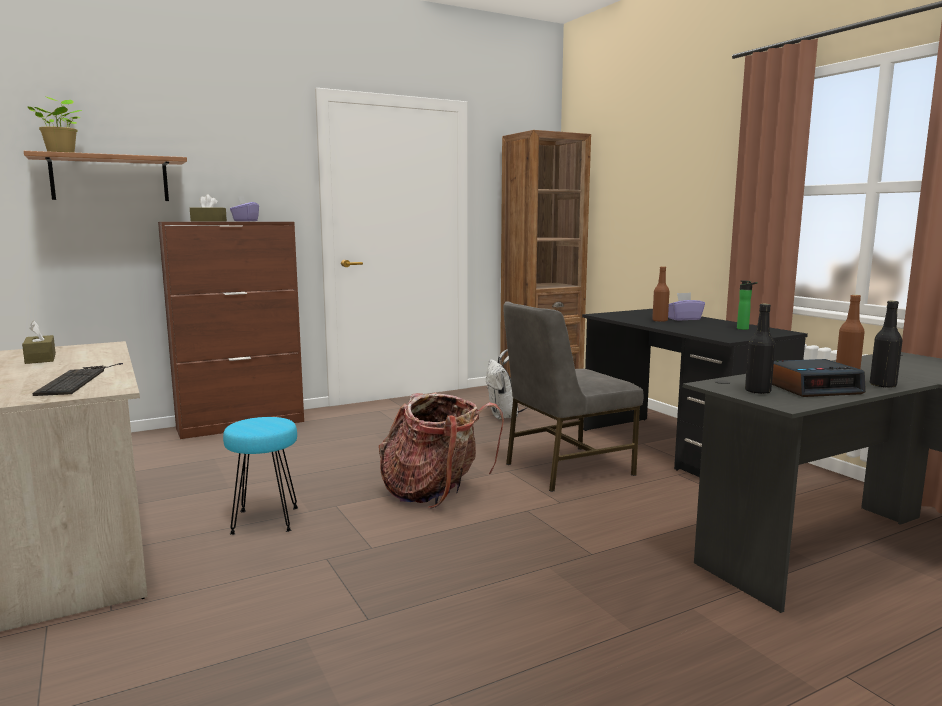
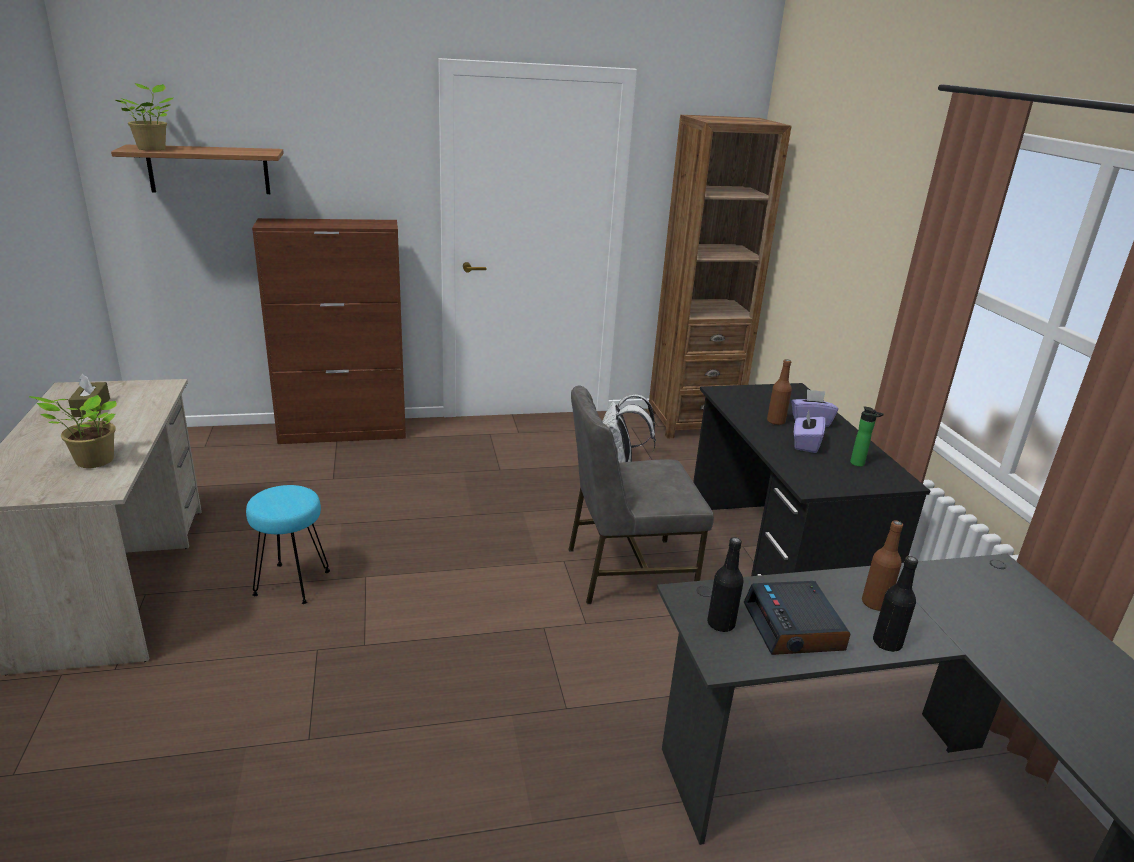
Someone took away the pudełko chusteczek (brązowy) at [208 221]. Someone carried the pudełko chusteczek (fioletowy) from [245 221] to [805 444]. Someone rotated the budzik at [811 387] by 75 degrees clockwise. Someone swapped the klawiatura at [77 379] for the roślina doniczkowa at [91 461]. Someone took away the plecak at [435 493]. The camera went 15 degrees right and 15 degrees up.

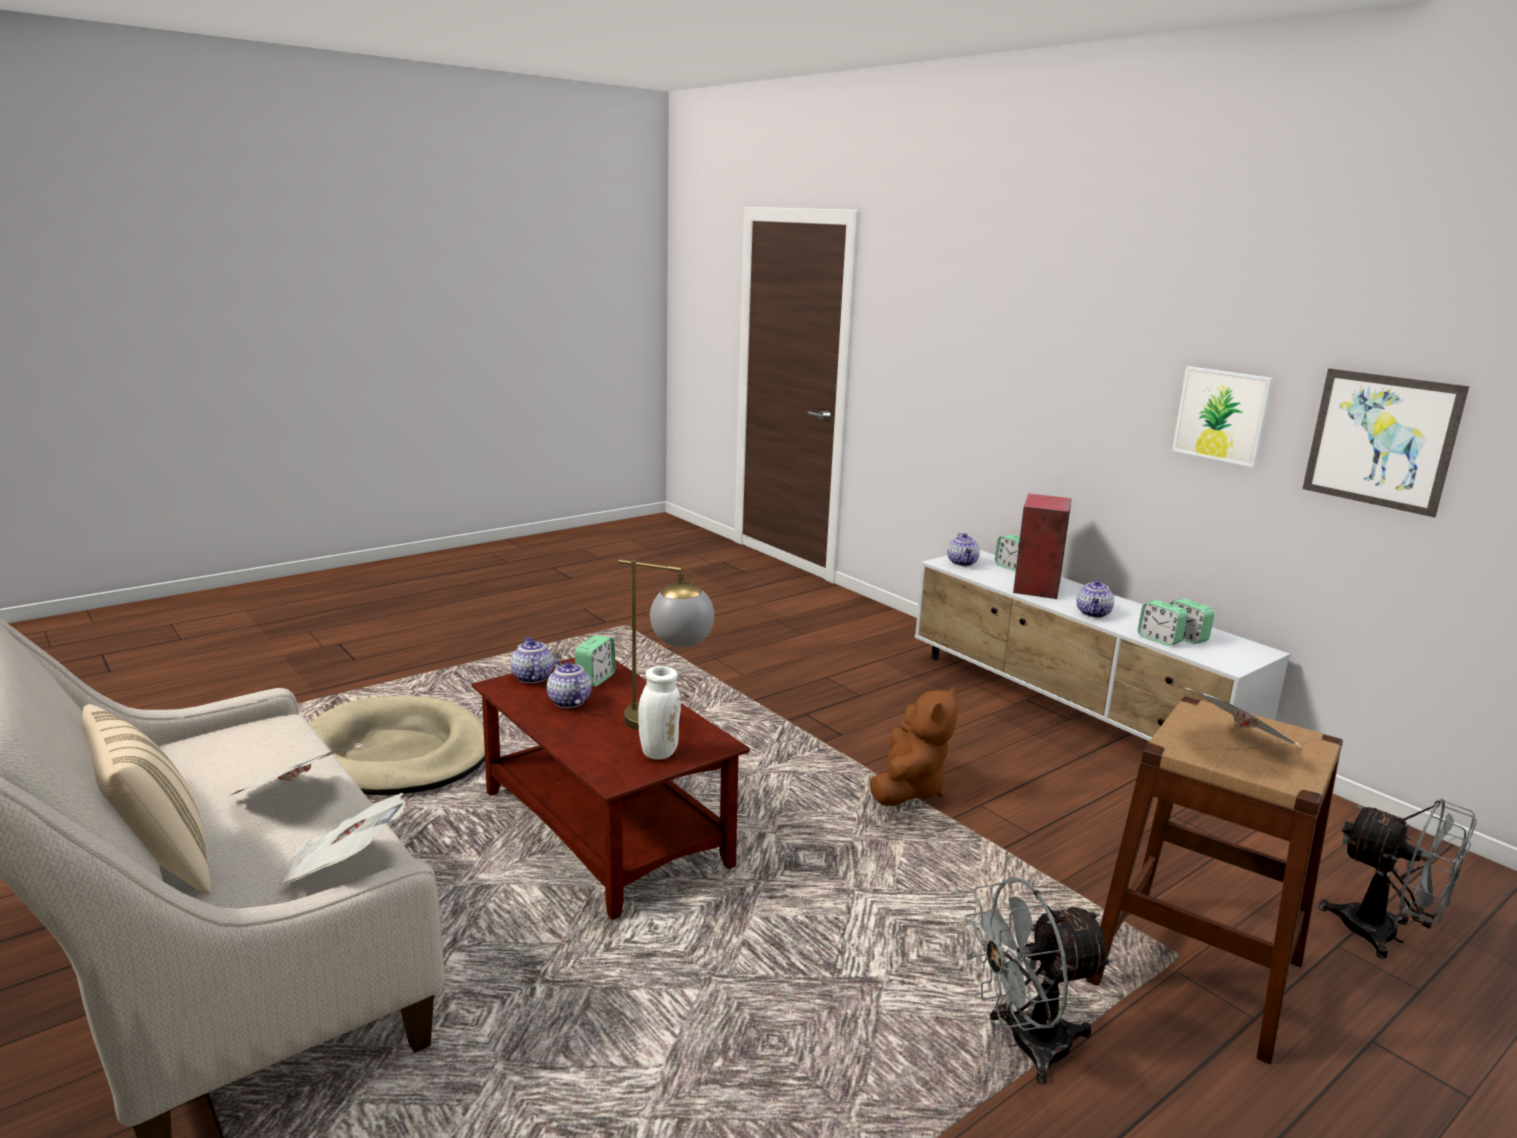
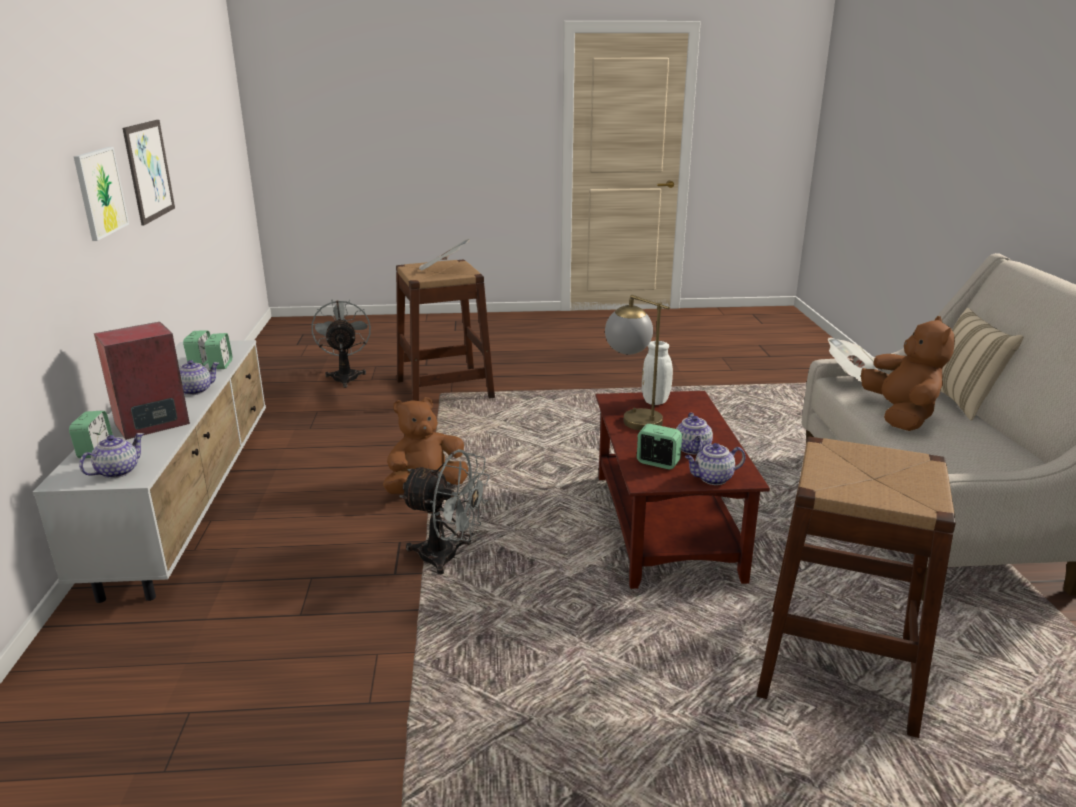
Someone rotated the budzik at [595 679] by 60 degrees clockwise. Someone rotated the imbryk at [532 677] by 60 degrees clockwise. Someone swapped the legowisko (beżowy) at [396 754] for the stołek (brązowy) at [837 666]. Someone swapped the gazeta at [291 798] for the pluszak (brązowy) at [900 416]. Someone carried the wentylator (szary) from [1025 1045] to [448 557]. The camera went 145 degrees left and 5 degrees up.

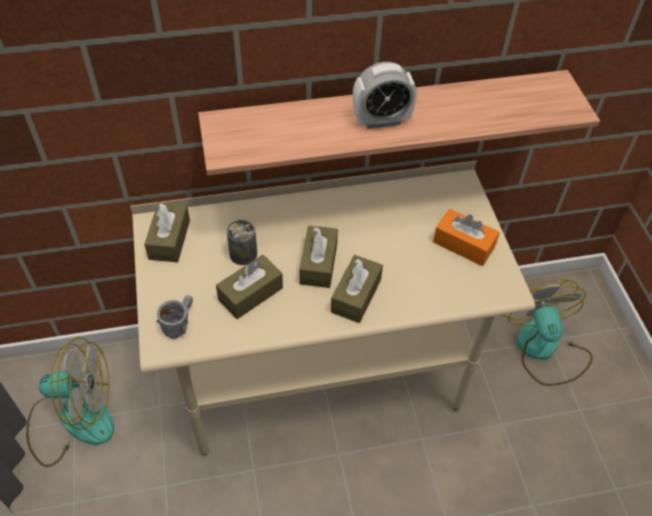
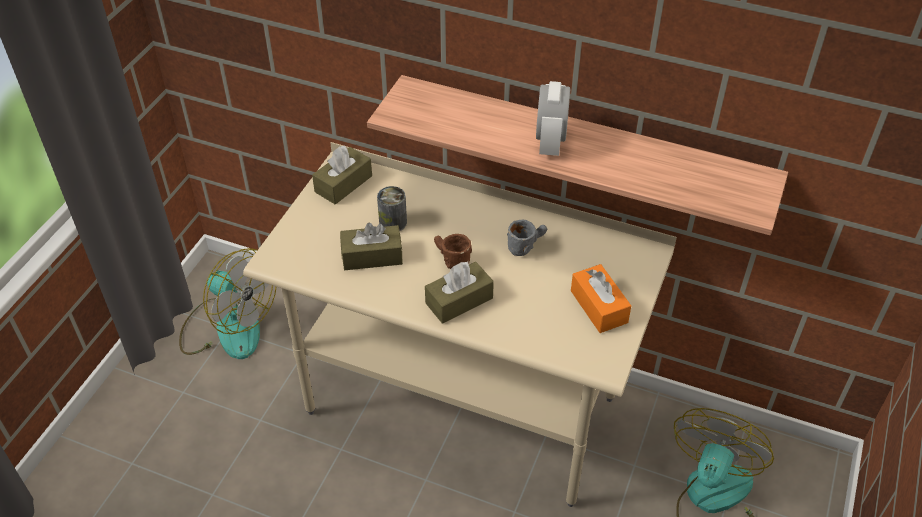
Someone rotated the budzik at [381 121] by 75 degrees clockwise. Someone swapped the pudełko chusteczek (brązowy) at [318 264] for the kubek (brązowy) at [449 260]. Someone carried the kubek (szary) from [178 321] to [526 244]. The camera went 35 degrees right and 5 degrees down.

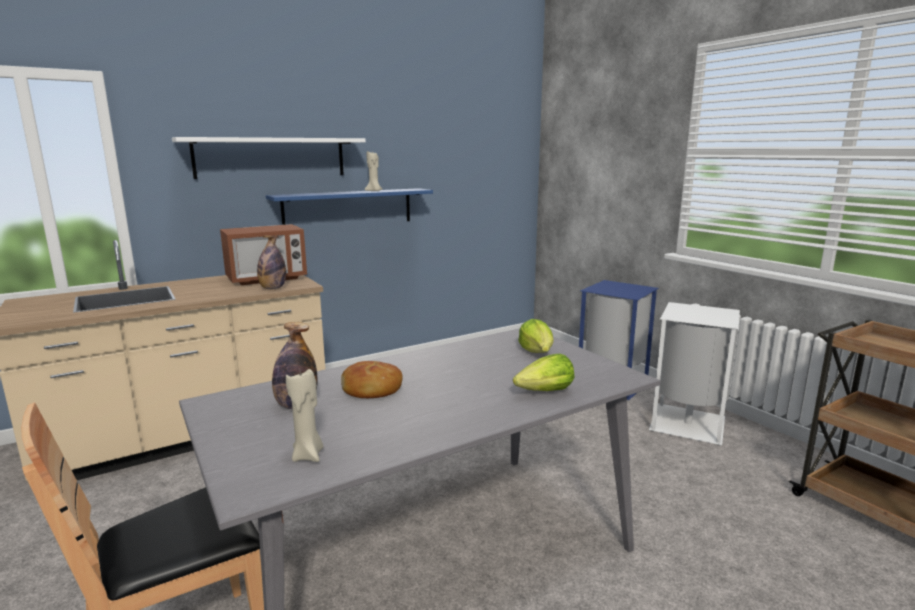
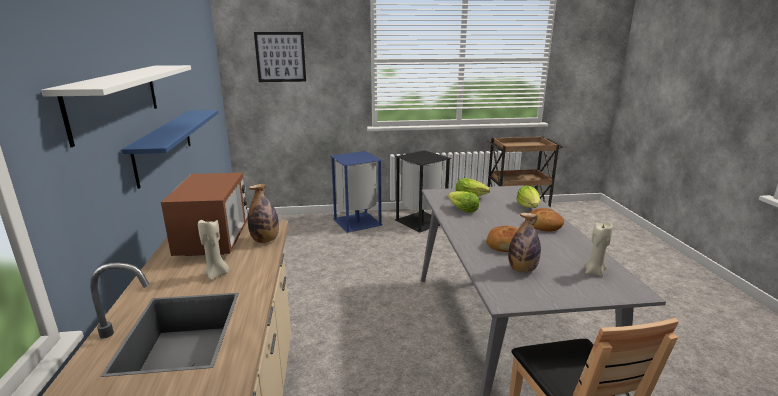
Someone carried the świeca (beżowy) from [374 191] to [217 274]. Someone repainted the kosz na śmieci (biały) at [689 423], which became the kosz na śmieci (czarny) at [421 221]. Someone put up the obraz at [280 57]. Someone put down the sałata at [462 210]. Someone put down the chleb at [543 225]. The camera went 65 degrees left and 5 degrees up.

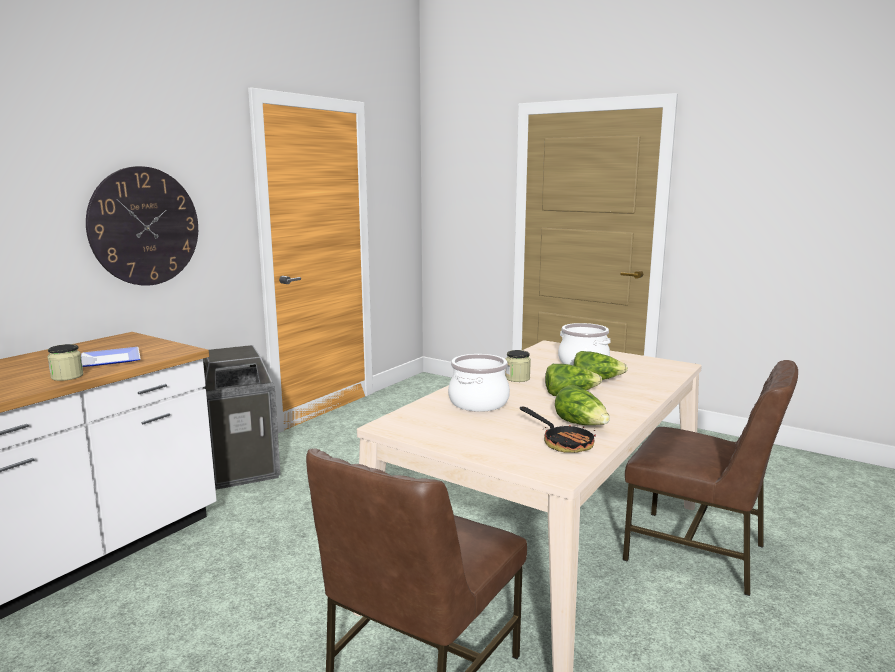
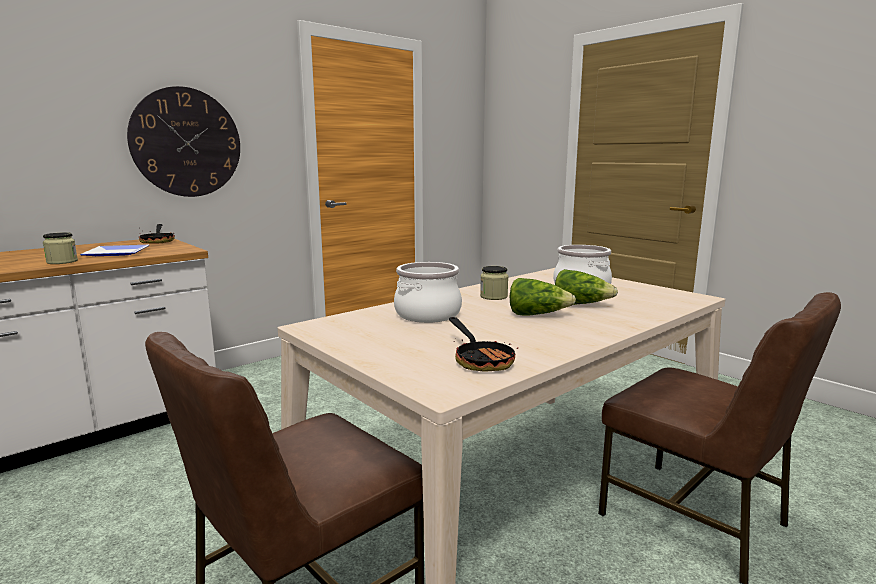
Someone took away the kosz na śmieci at [242 470]. Someone took away the sałata at [581 424]. Someone put down the patelnia at [158 241]. The camera went 15 degrees right and 0 degrees up.

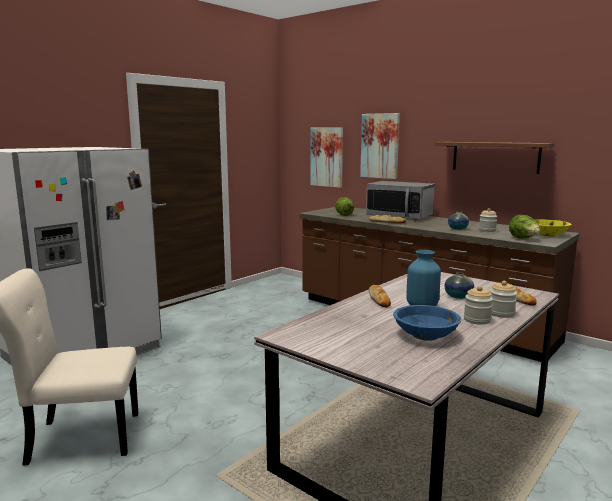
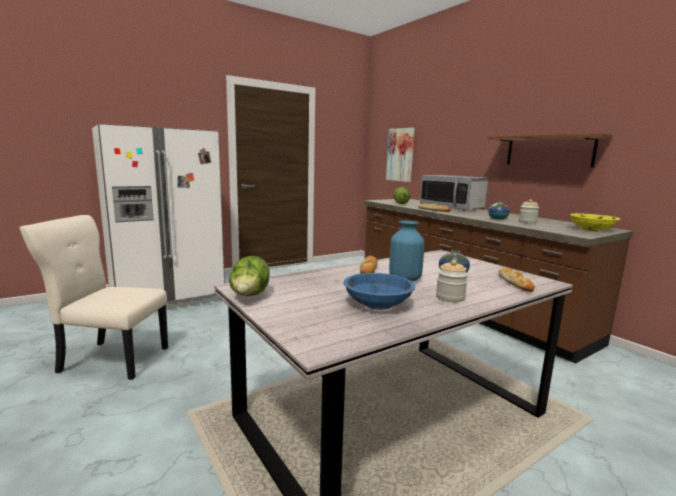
Someone took away the obraz at [380 146]. Someone carried the sałata from [523 239] to [250 297]. Someone took away the słoik at [501 313]. The camera went 15 degrees right and 0 degrees up.

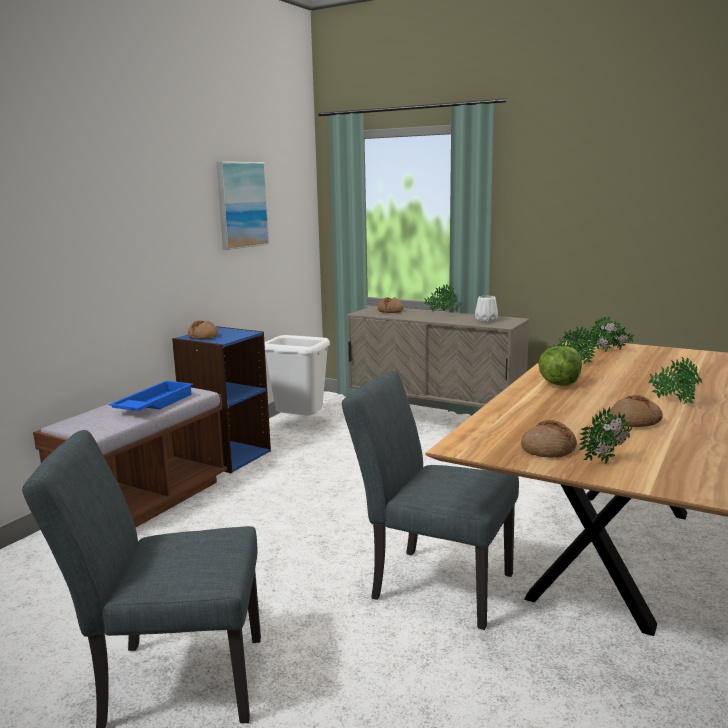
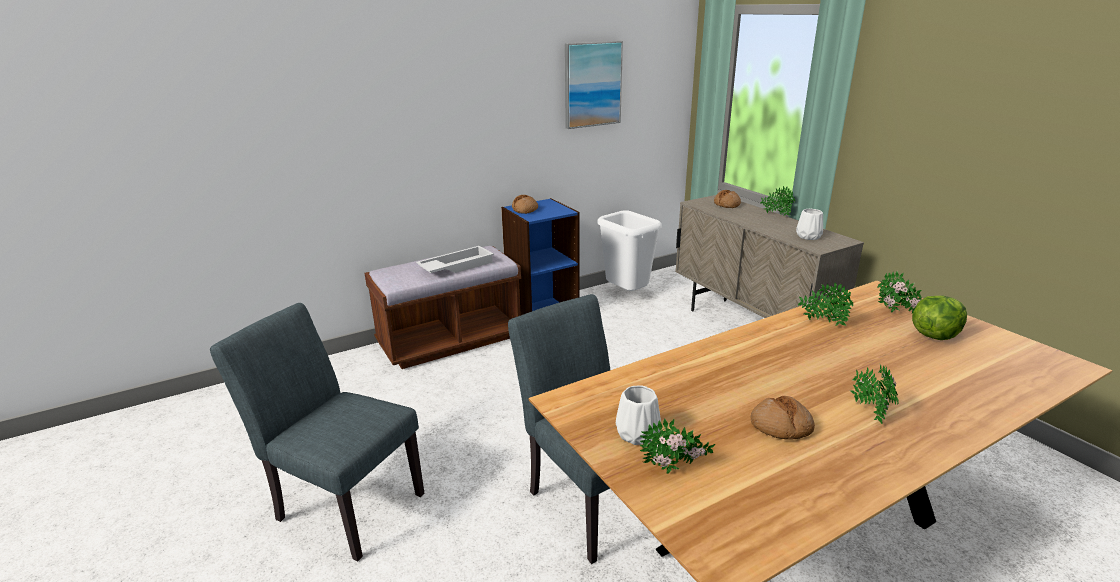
Someone carried the sałata from [559 384] to [934 335]. Someone repainted the taca (niebieski) at [153 404], which became the taca (biały) at [456 266]. Someone swapped the chleb at [548 449] for the wazon (biały) at [638 433]. The camera went 30 degrees right and 10 degrees up.

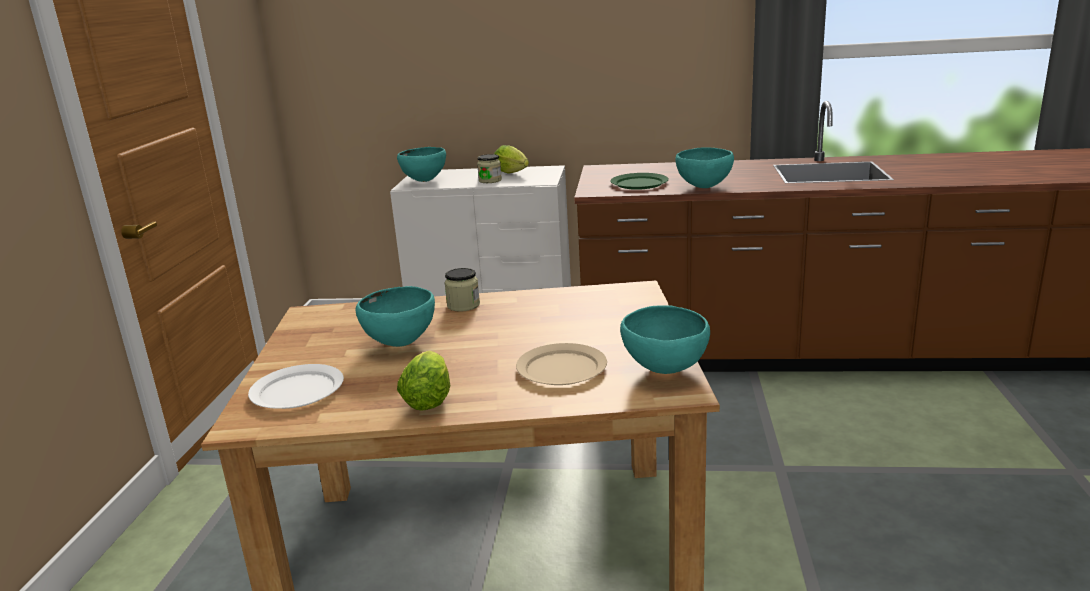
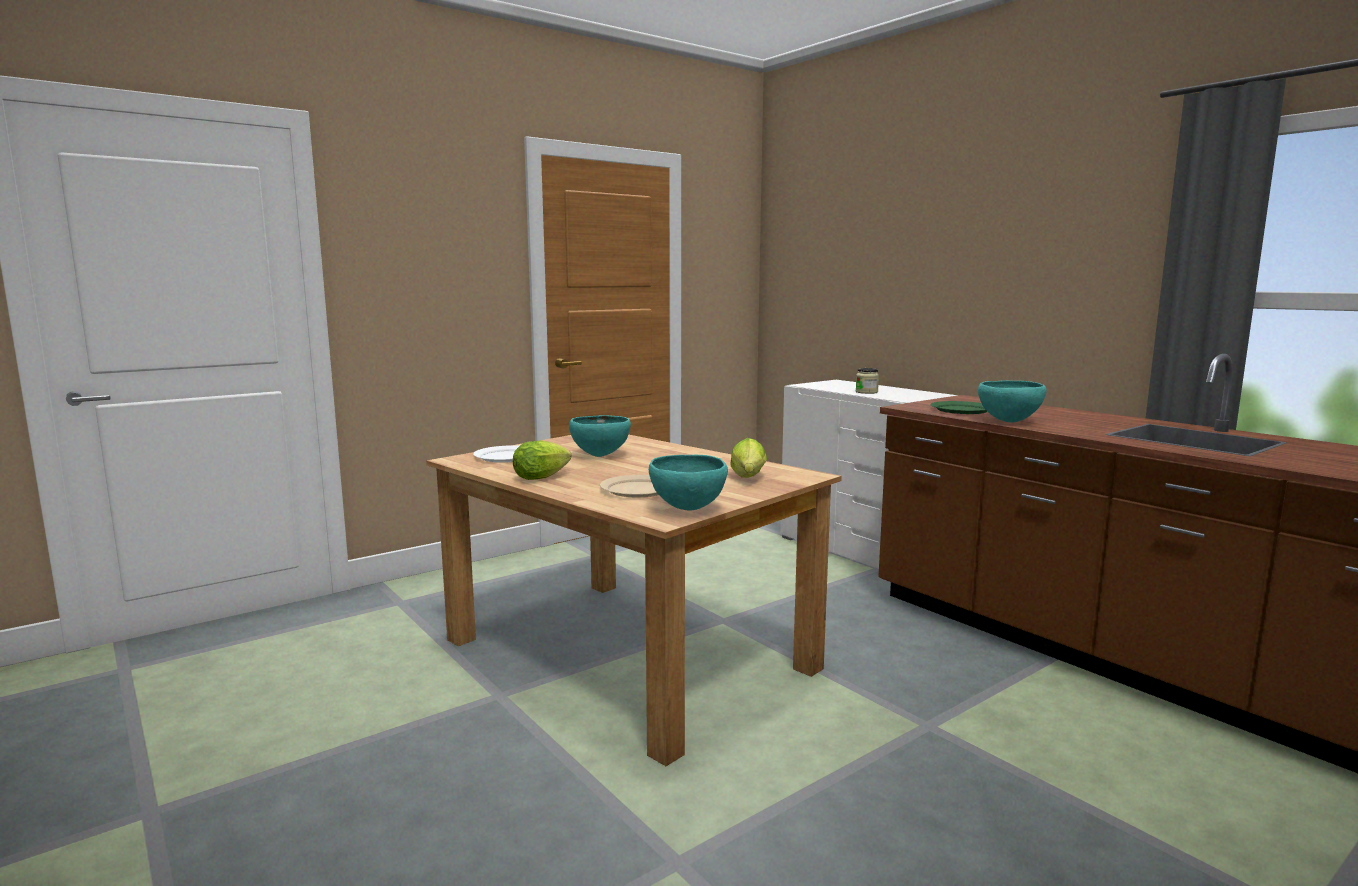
Someone carried the sałata from [513 173] to [748 479]. Someone took away the miska (turkusowy) at [425 181]. Someone took away the słoik at [463 305]. The camera went 45 degrees right and 10 degrees down.

